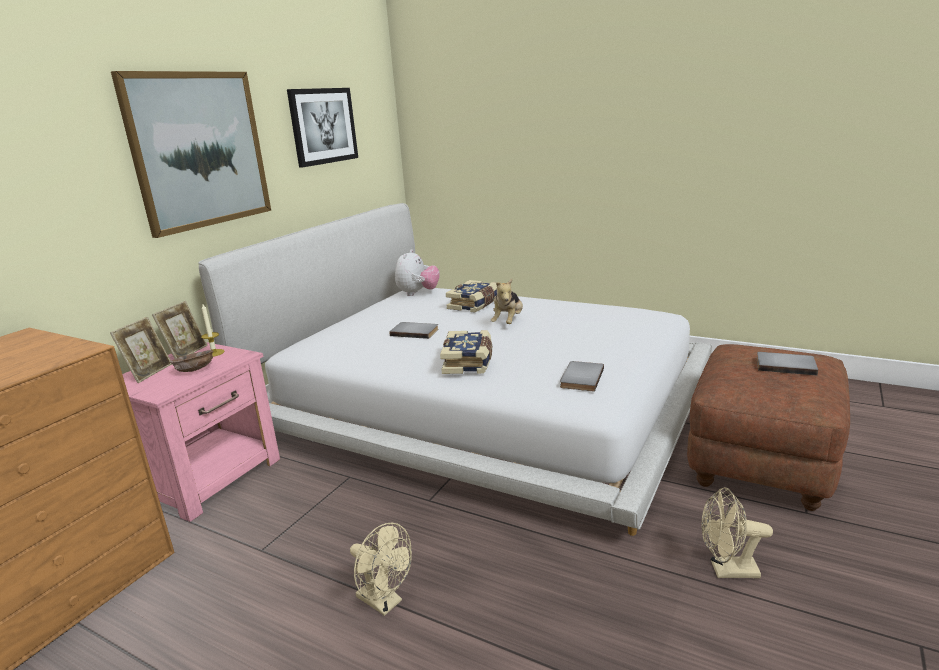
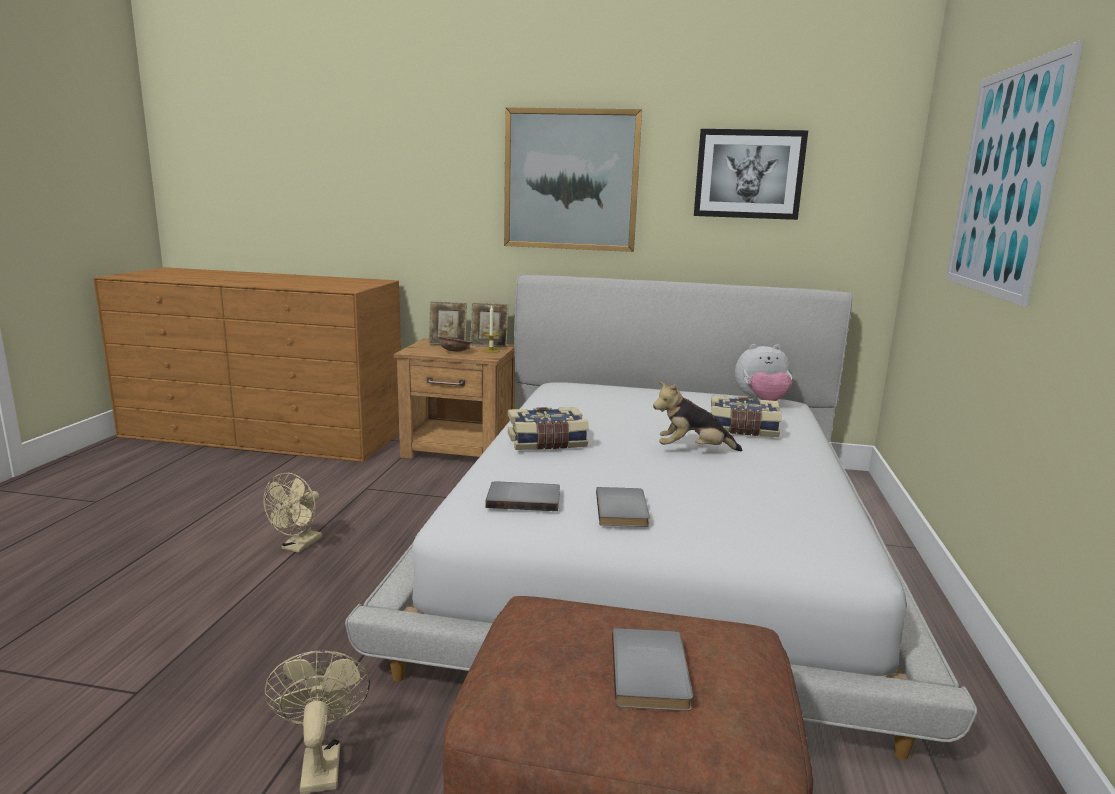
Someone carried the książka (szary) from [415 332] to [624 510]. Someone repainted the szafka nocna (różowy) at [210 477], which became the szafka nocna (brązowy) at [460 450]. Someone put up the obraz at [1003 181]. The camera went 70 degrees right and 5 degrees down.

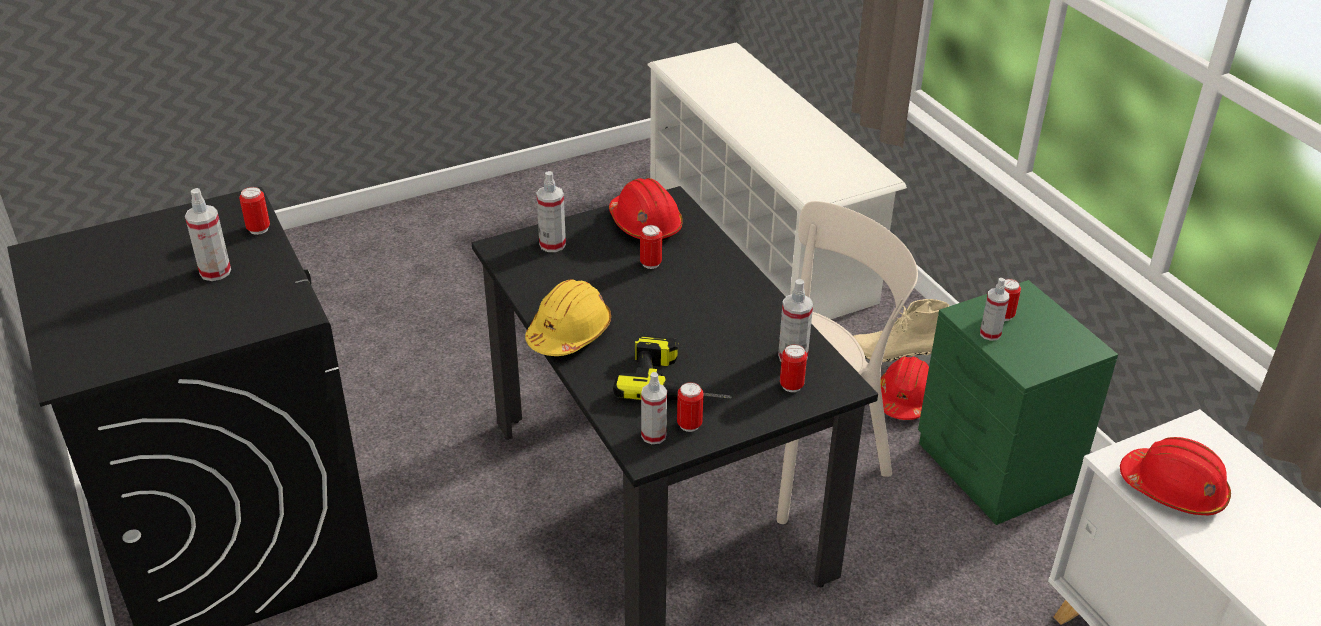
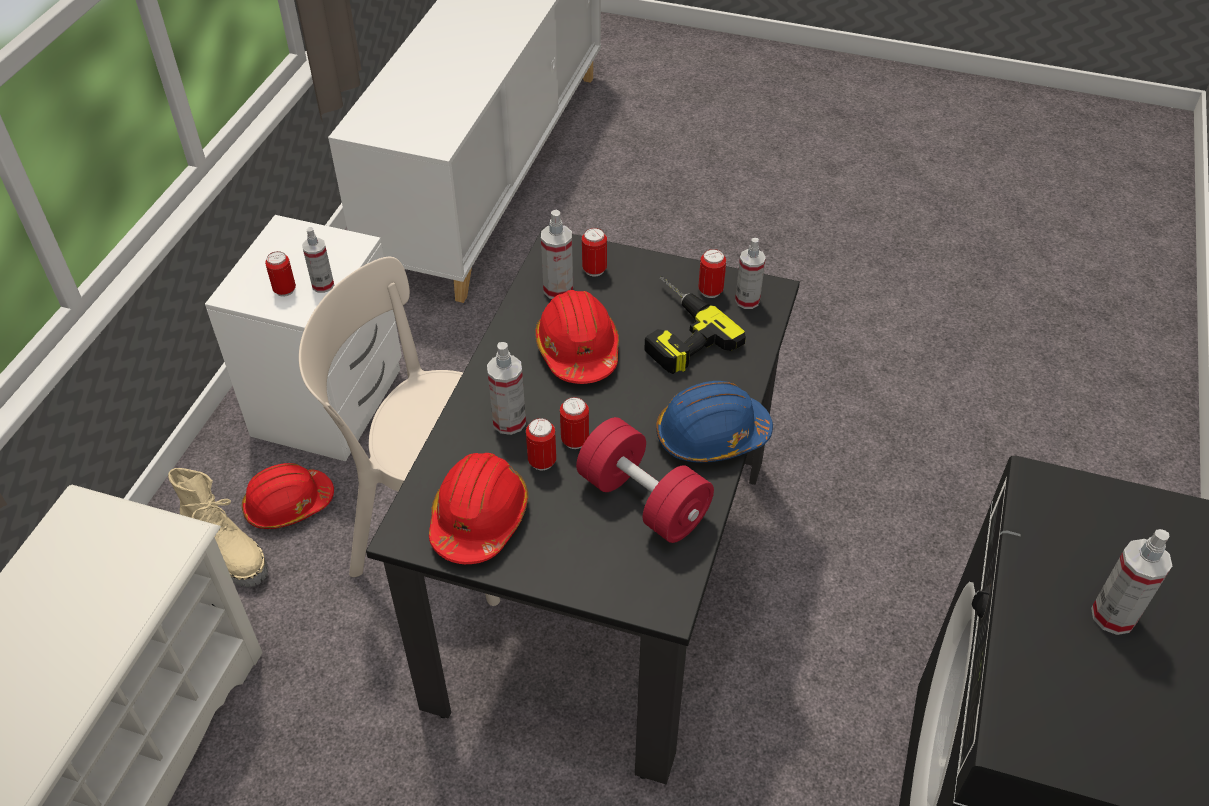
Someone carried the spryskiwacz from [552 244] to [509 421]. Someone carried the puszka from [258 229] to [575 440]. Someone repainted the kask (żółty) at [569 333], which became the kask (niebieski) at [711 436]. Someone repainted the szafka nocna (zielony) at [995 470], which became the szafka nocna (biały) at [332 401]. Someone carried the kask (czerwony) from [1173 490] to [578 350]. Someone put down the hantel (czerwony) at [643 500]. The camera went 135 degrees left and 10 degrees up.

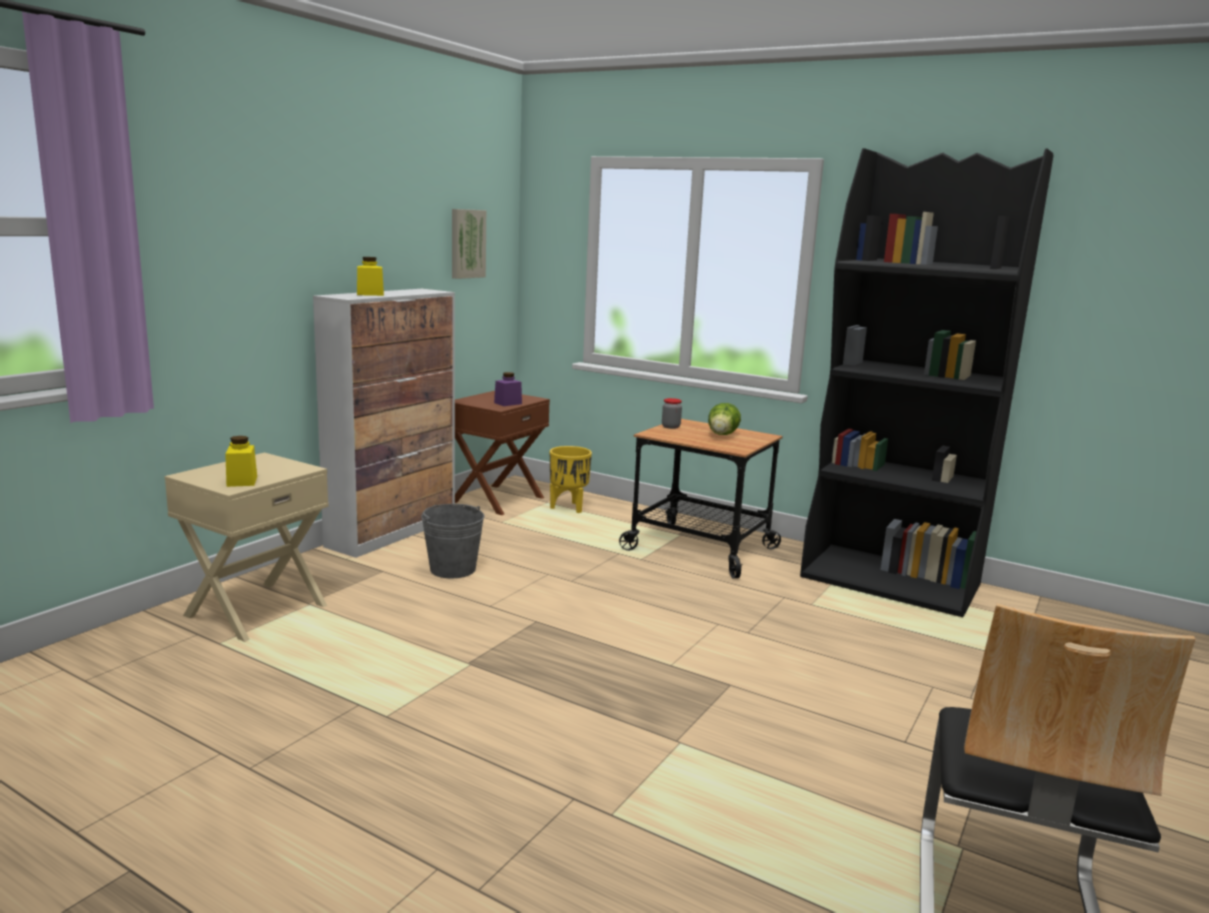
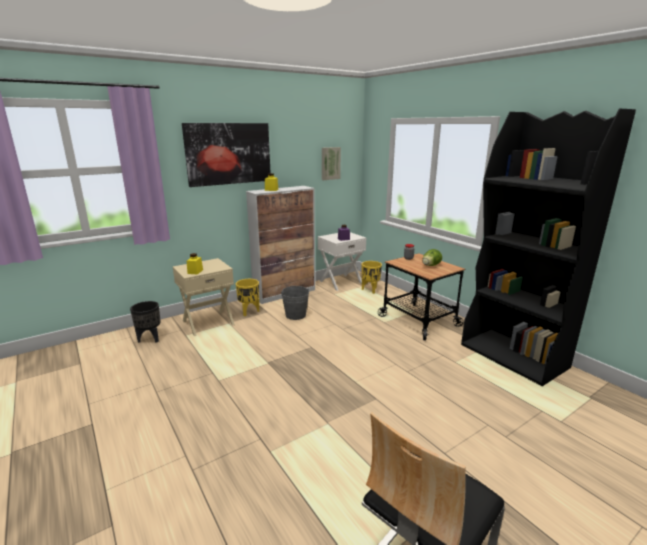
Someone repainted the szafka nocna (brązowy) at [496 499], which became the szafka nocna (biały) at [340 282]. Someone put up the obraz at [229 154]. Someone put down the donica (żółty) at [249 312]. Someone put down the donica (czarny) at [150 339]. The camera went 25 degrees right and 5 degrees up.

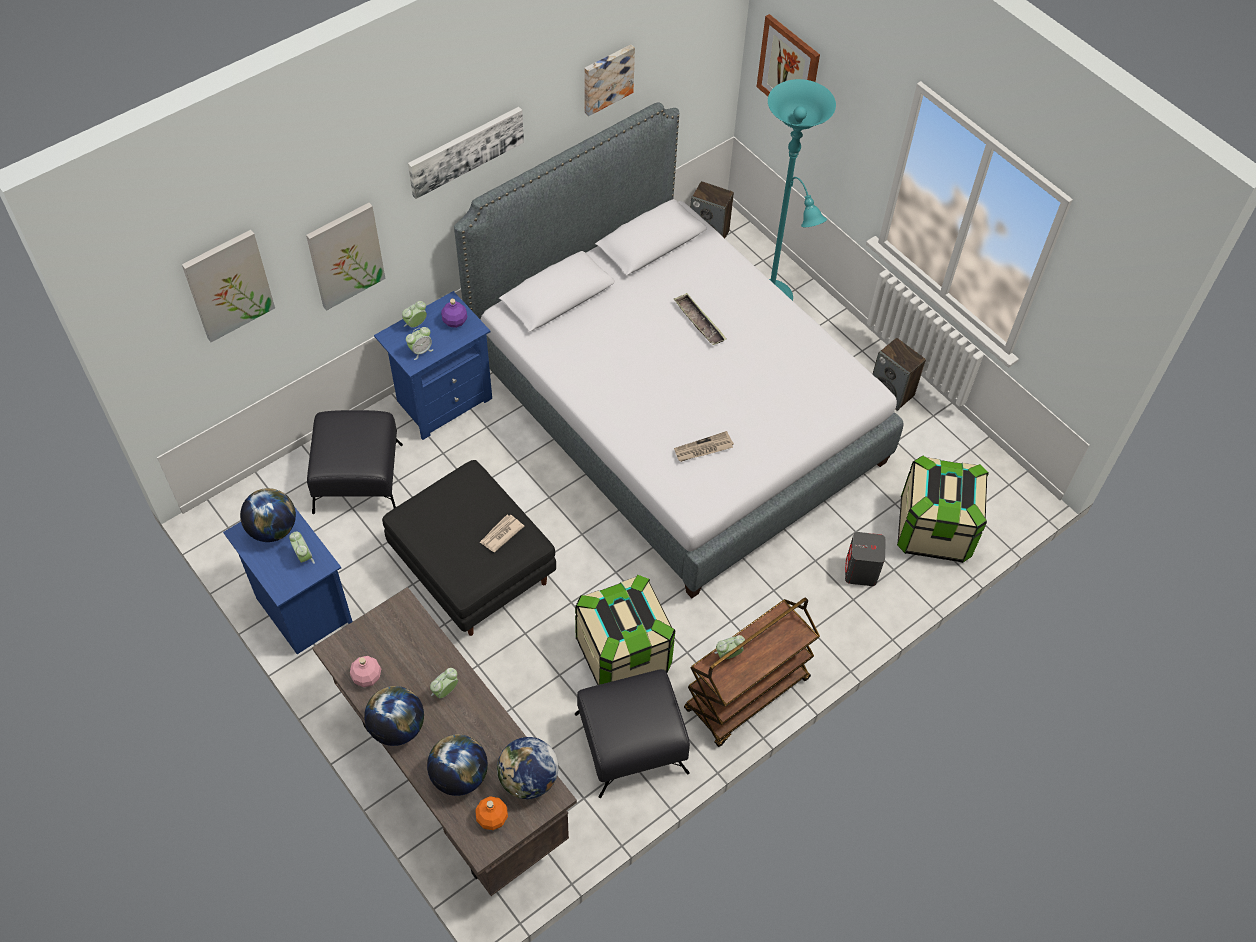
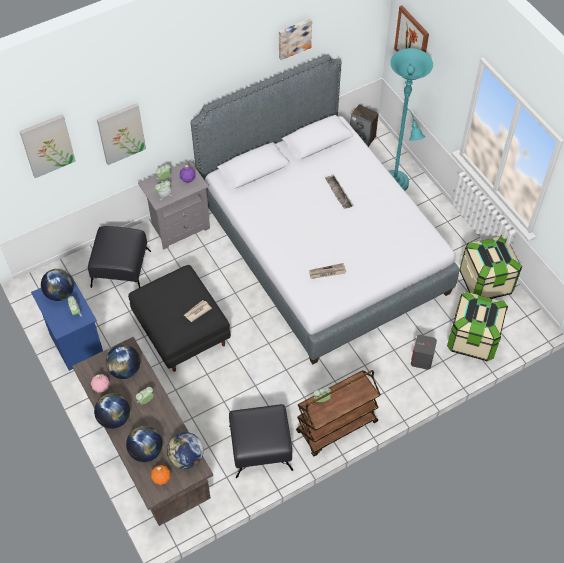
Someone took away the obraz at [465 150]. Someone repainted the szafka nocna (niebieski) at [442 400], which became the szafka nocna (szary) at [179 226]. Someone took away the głośnik at [892 392]. Someone carried the pojemnik do przechowywania from [623 653] to [485 282]. Someone put down the globus at [125 370]. The camera went 10 degrees right and 0 degrees up.

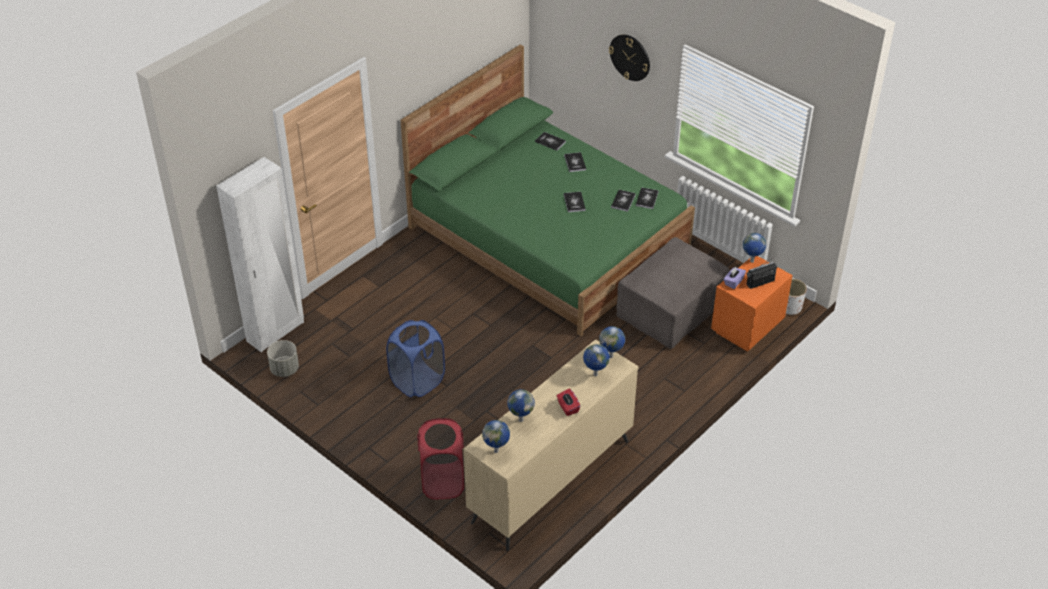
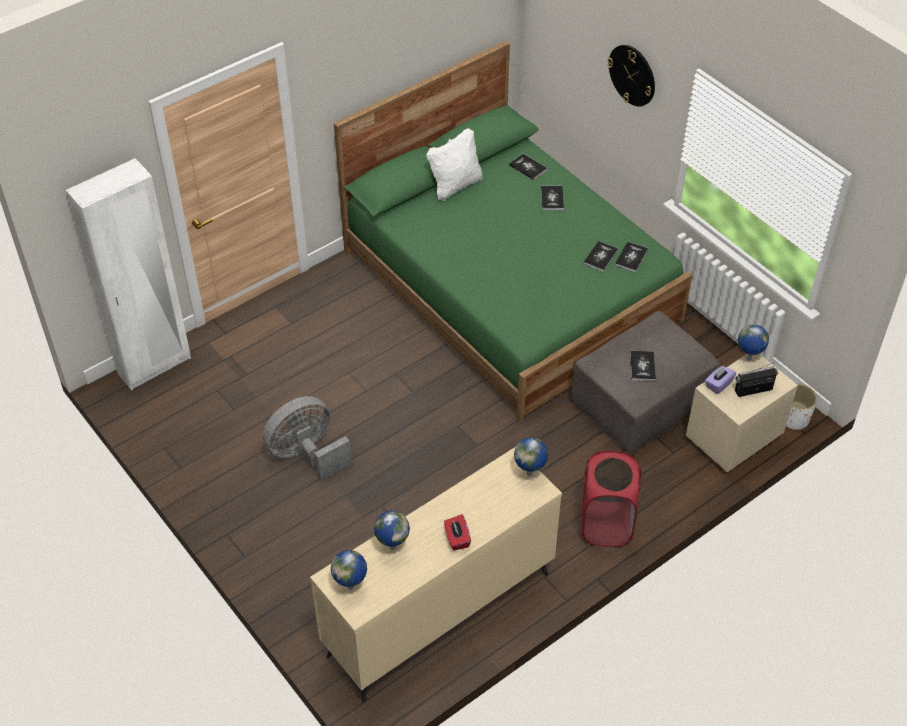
Someone carried the książka from [574 202] to [642 366]. Someone repainted the szafka nocna (pomarańczowy) at [745 328], which became the szafka nocna (beżowy) at [731 439]. Someone swapped the kosz na pranie (niebieski) at [417 381] for the wentylator (szary) at [307 454]. Someone took away the donica (szary) at [284 369]. Someone took away the globus at [595 375]. Someone carried the kosz na pranie (czerwony) from [443 481] to [606 524]. Someone put down the poduszka (biały) at [455 186]. The camera went 10 degrees right and 5 degrees up.

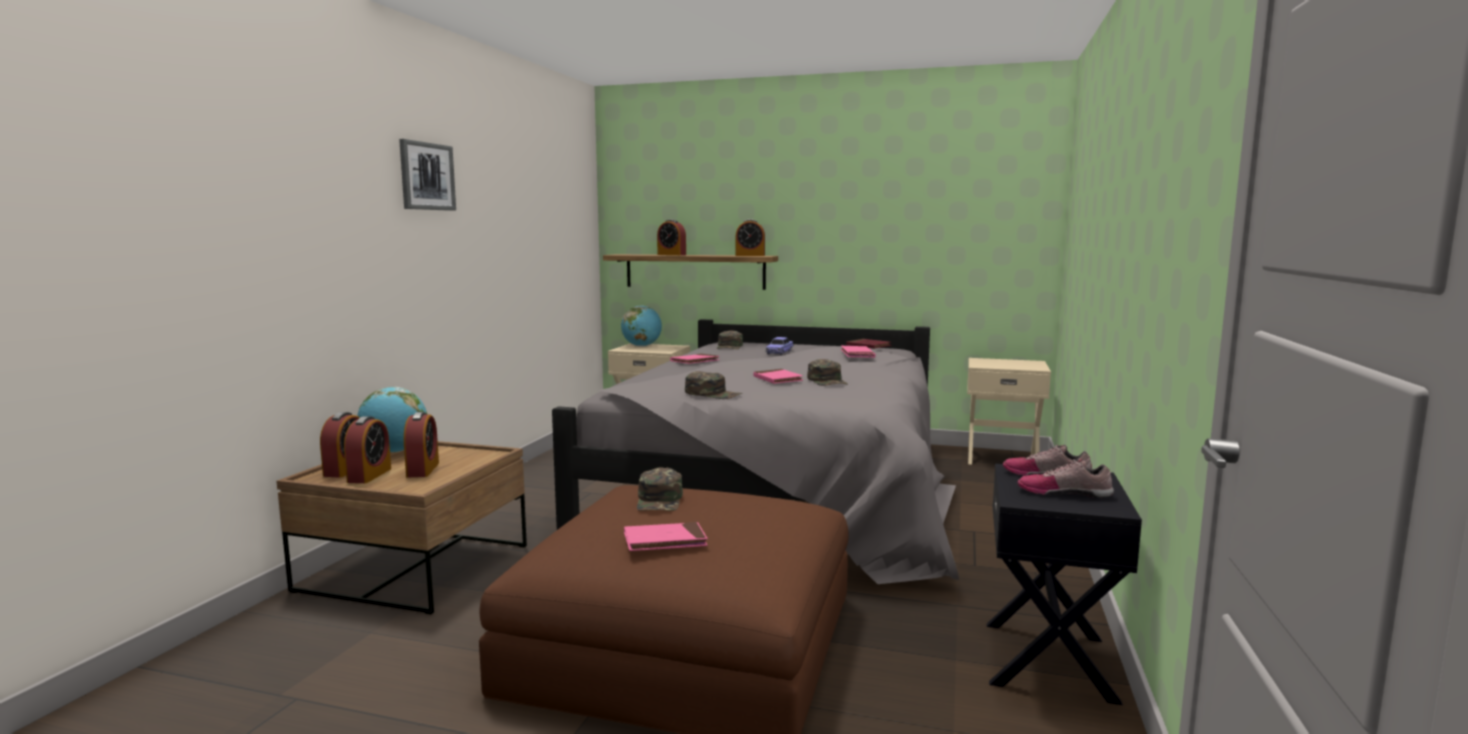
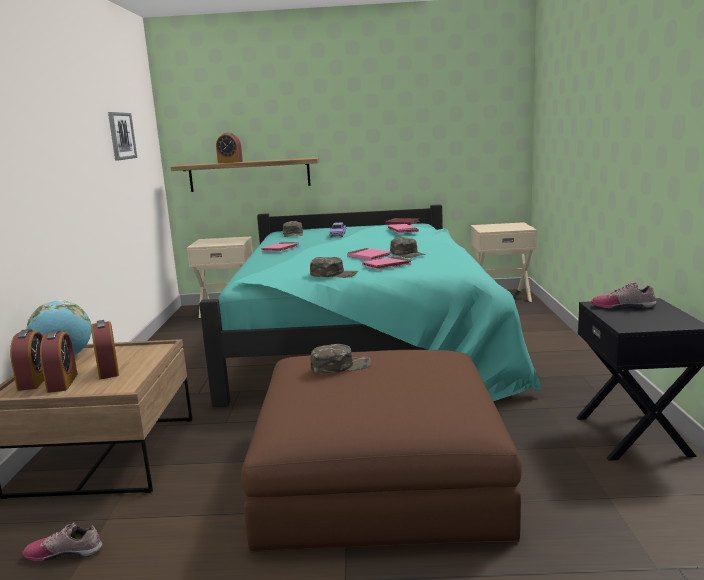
Someone carried the obraz from [427 176] to [121 136]. Someone took away the budzik at [750 255]. Someone took away the globus at [642 346]. Someone repainted the łóżko (szary) at [784 487], which became the łóżko (turkusowy) at [364 339]. Someone carried the but from [1064 492] to [65 552]. Someone rotated the czapka z daszkiem (zielony) at [660 500] by 90 degrees counterclockwise. Someone carried the książka (różowy) from [665 541] to [387 265]. The camera went 15 degrees left and 5 degrees up.

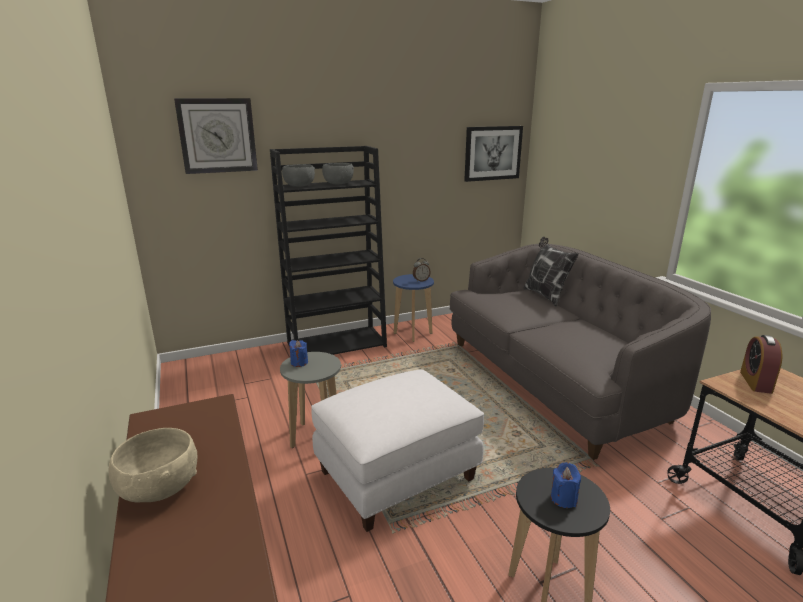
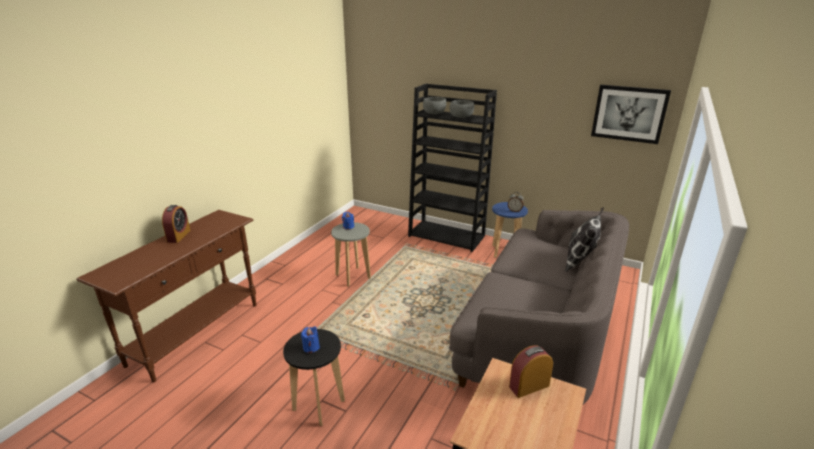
Someone took away the zegar ścienny at [217 135]. Someone took away the pufa (biały) at [396 474]. Someone swapped the miska (beżowy) at [159 488] for the budzik at [178 236]. The camera went 50 degrees right and 5 degrees up.

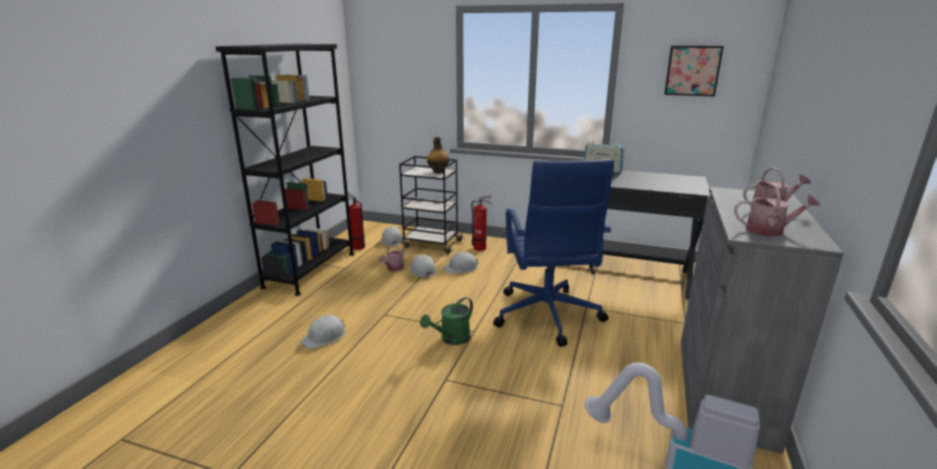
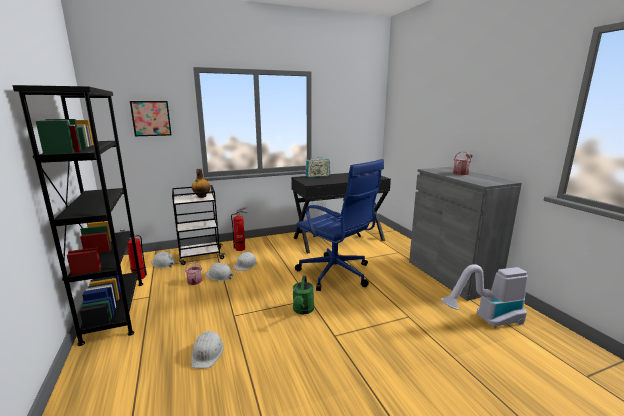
Someone carried the obraz from [692 71] to [151 118]. Someone took away the konewka at [769 230]. The camera went 40 degrees left and 5 degrees down.

